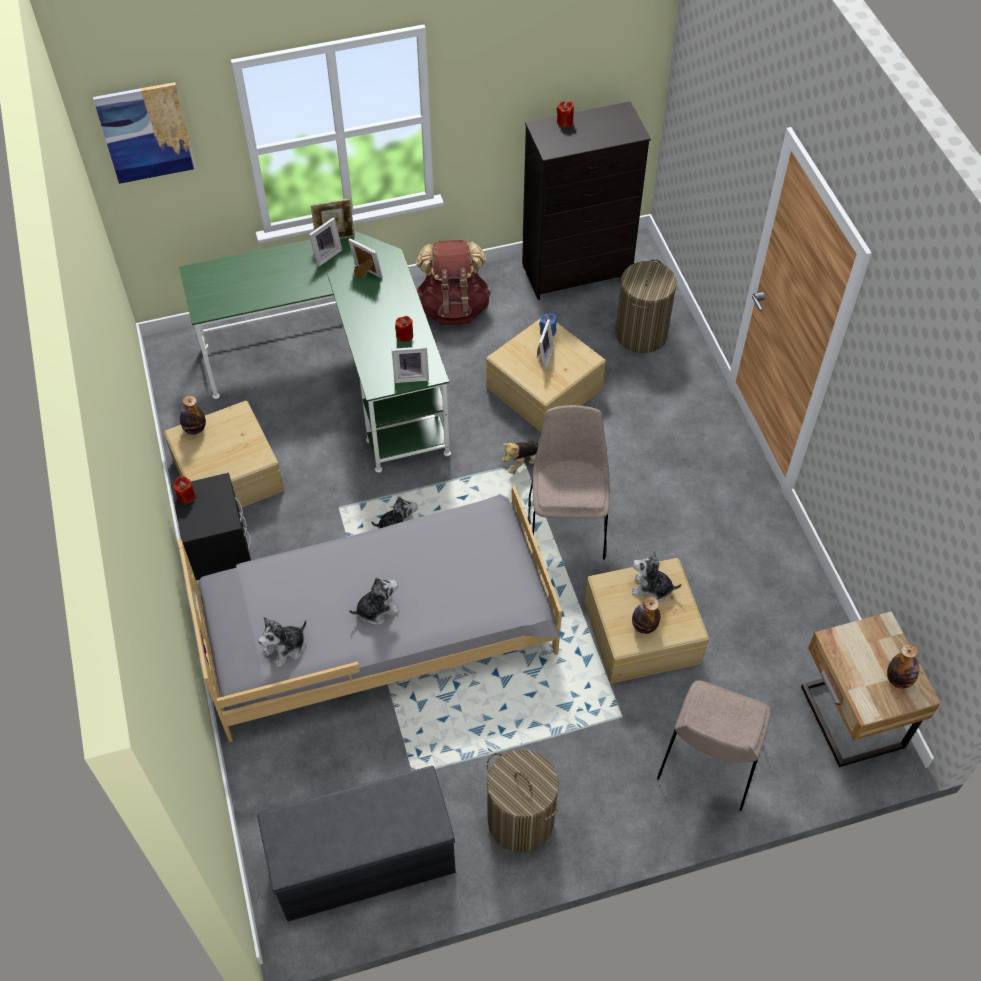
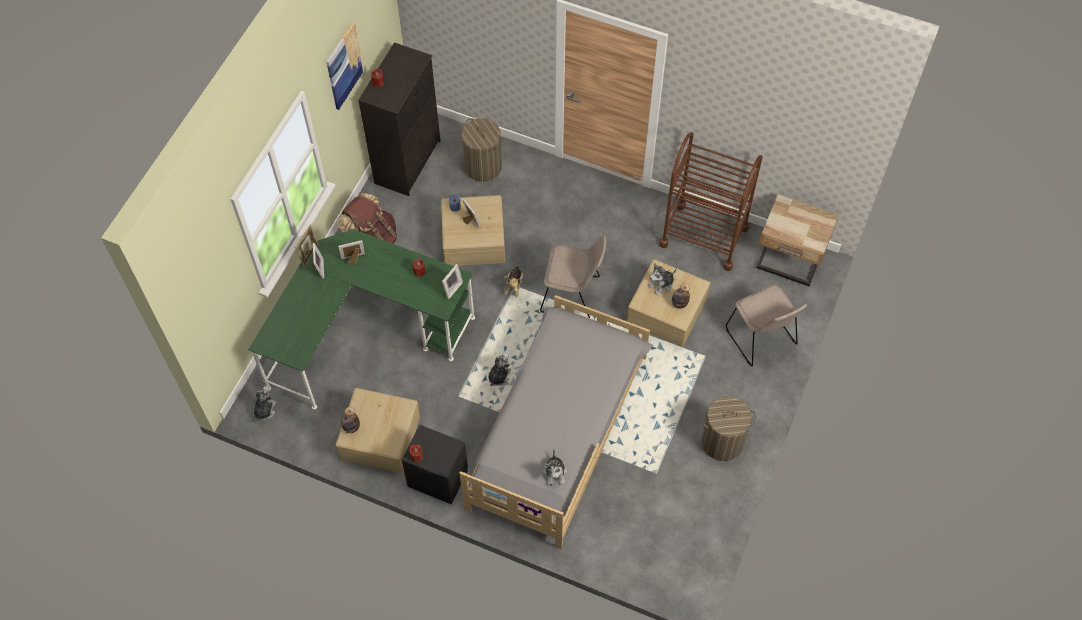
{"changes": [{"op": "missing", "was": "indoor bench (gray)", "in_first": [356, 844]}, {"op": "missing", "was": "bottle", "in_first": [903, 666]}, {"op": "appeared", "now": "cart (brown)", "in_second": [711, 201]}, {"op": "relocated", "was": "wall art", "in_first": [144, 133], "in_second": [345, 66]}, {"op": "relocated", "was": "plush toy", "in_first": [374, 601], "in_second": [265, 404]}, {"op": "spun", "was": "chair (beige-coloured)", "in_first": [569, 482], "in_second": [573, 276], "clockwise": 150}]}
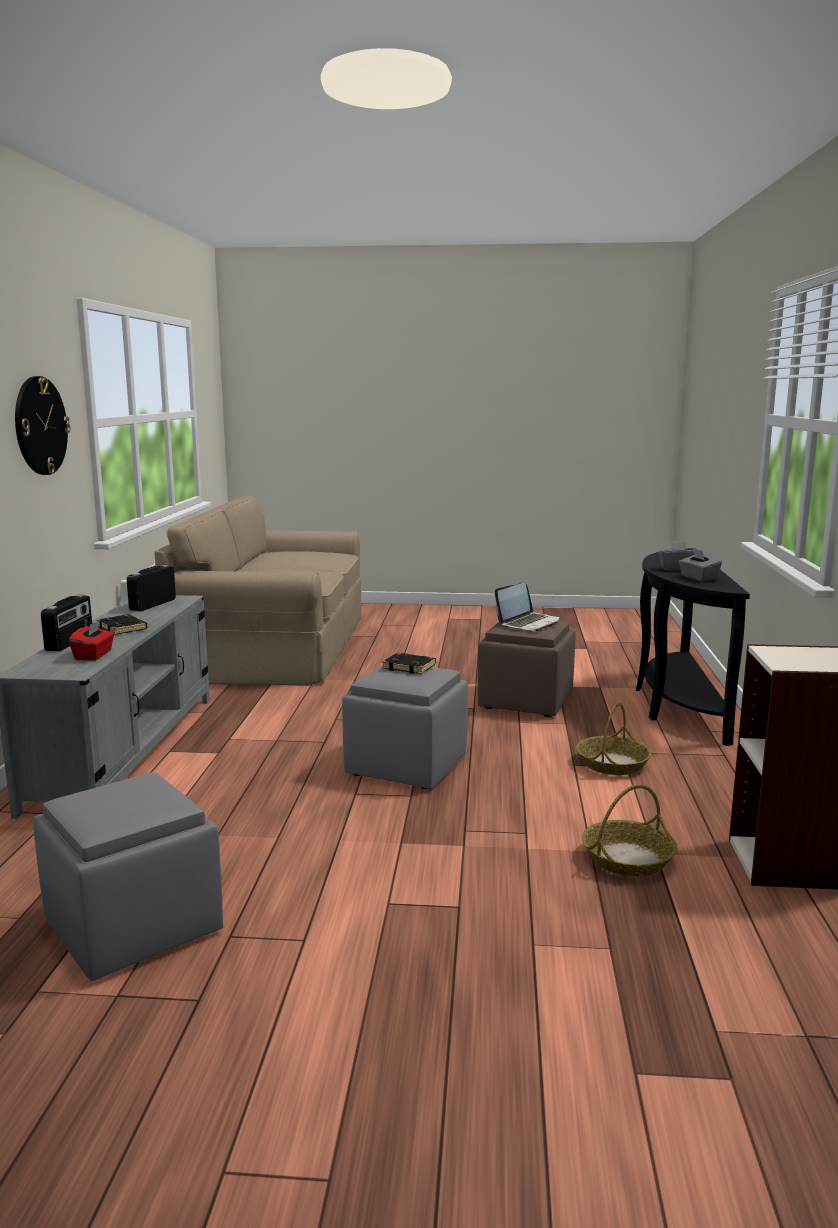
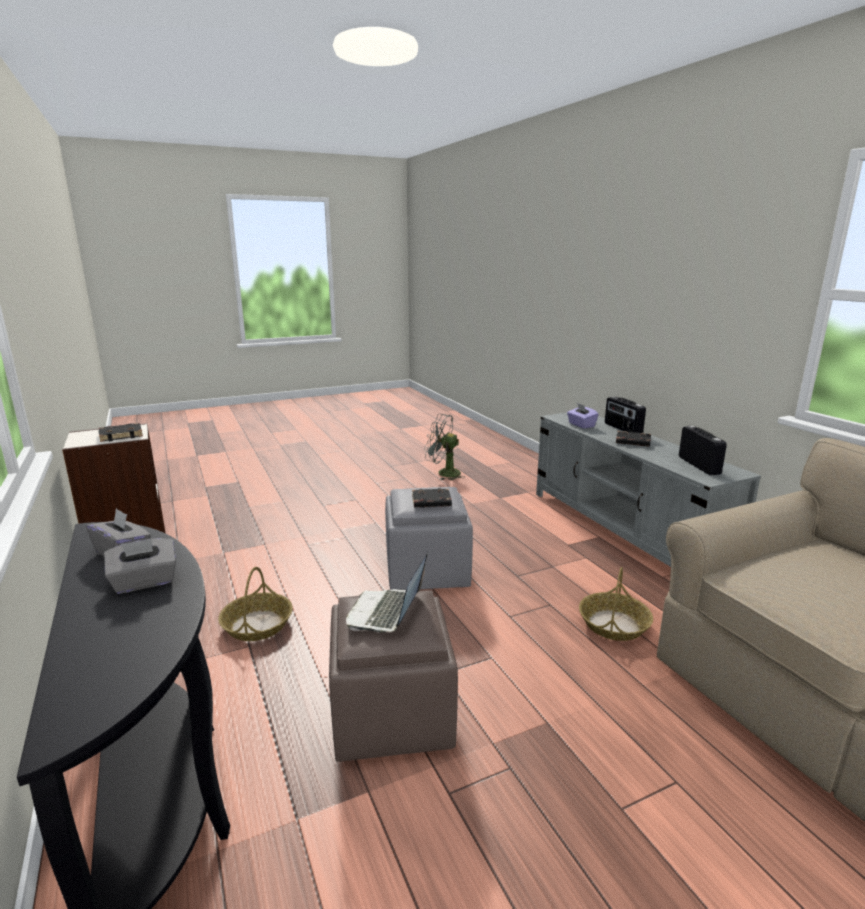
{"changes": [{"op": "missing", "was": "hanging clock", "in_first": [42, 425]}, {"op": "appeared", "now": "book (black)", "in_second": [121, 432]}, {"op": "relocated", "was": "basket", "in_first": [629, 830], "in_second": [616, 604]}, {"op": "exchanged", "was": "ottoman (gray)", "now": "electric fan (gray)", "in_first": [128, 876], "in_second": [444, 447]}, {"op": "colour", "was": "tissue box (red)", "now": "tissue box (purplish)", "in_first": [91, 640], "in_second": [583, 415]}]}
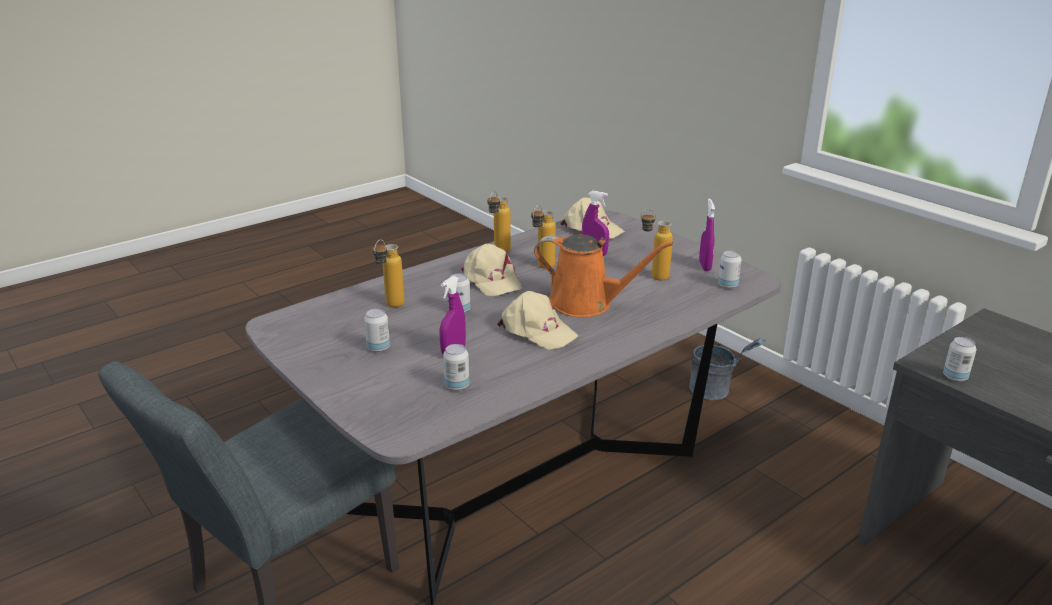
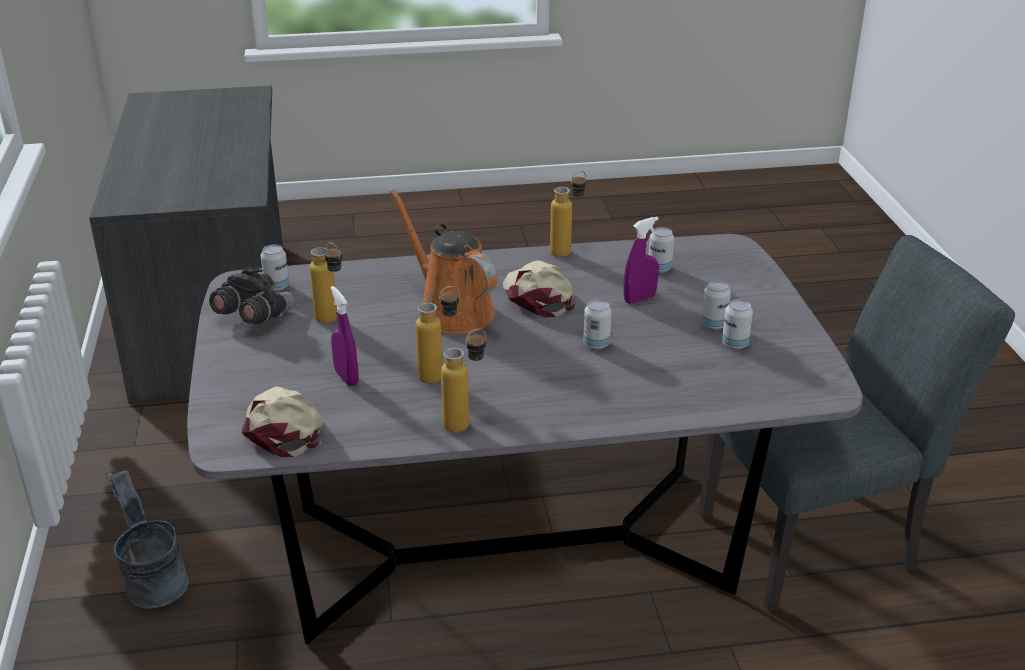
{"changes": [{"op": "missing", "was": "cap (beige-coloured)", "in_first": [491, 270]}, {"op": "relocated", "was": "bottle", "in_first": [389, 273], "in_second": [568, 214]}, {"op": "relocated", "was": "metal can", "in_first": [960, 359], "in_second": [737, 324]}, {"op": "exchanged", "was": "spray bottle (purplish)", "now": "binoculars (gray)", "in_first": [707, 235], "in_second": [252, 295]}]}
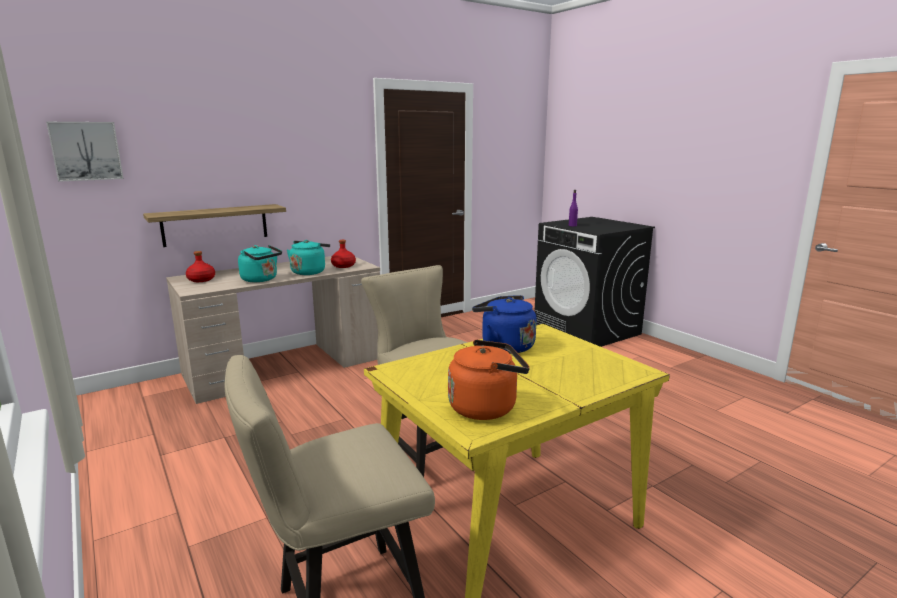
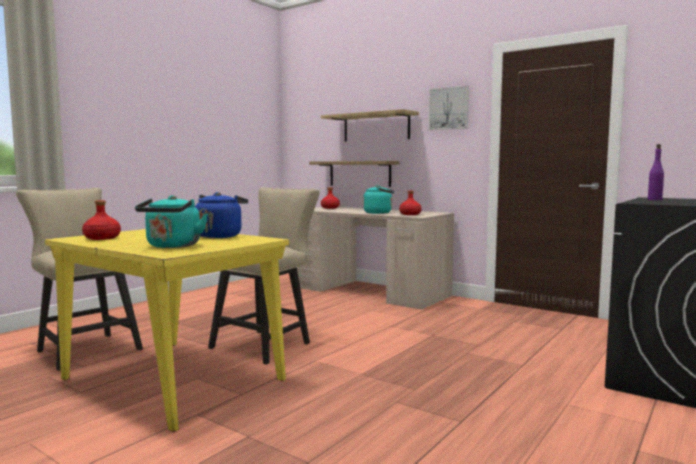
{"changes": [{"op": "appeared", "now": "shelf", "in_second": [370, 125]}, {"op": "relocated", "was": "wall art", "in_first": [85, 152], "in_second": [449, 108]}, {"op": "relocated", "was": "water kettle (blue-green)", "in_first": [260, 263], "in_second": [171, 221]}, {"op": "exchanged", "was": "water kettle (orangey)", "now": "bottle (red)", "in_first": [489, 380], "in_second": [101, 220]}]}
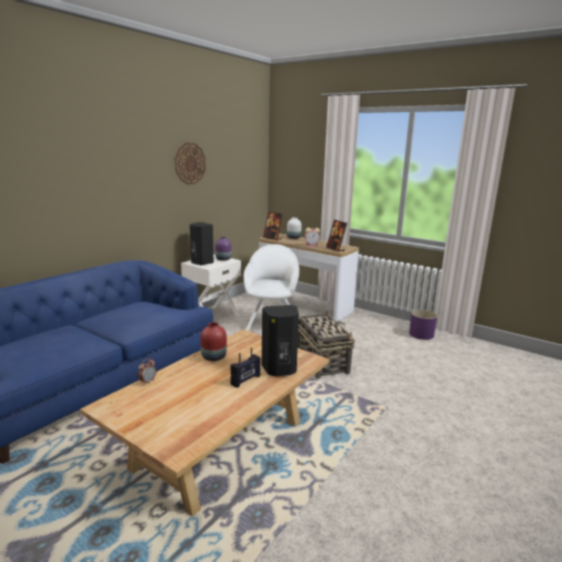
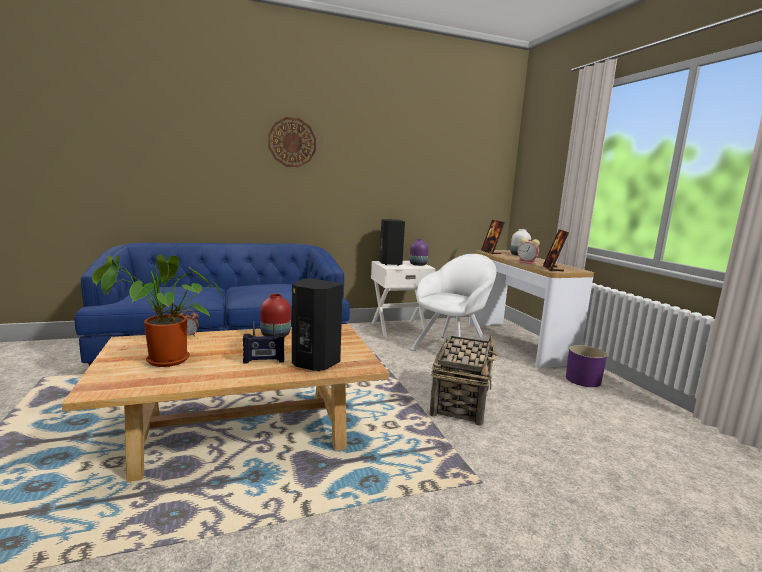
{"changes": [{"op": "appeared", "now": "plant in a pot", "in_second": [157, 311]}, {"op": "relocated", "was": "hanging clock", "in_first": [190, 164], "in_second": [292, 142]}, {"op": "relocated", "was": "flower pot (purplish)", "in_first": [423, 325], "in_second": [586, 366]}]}
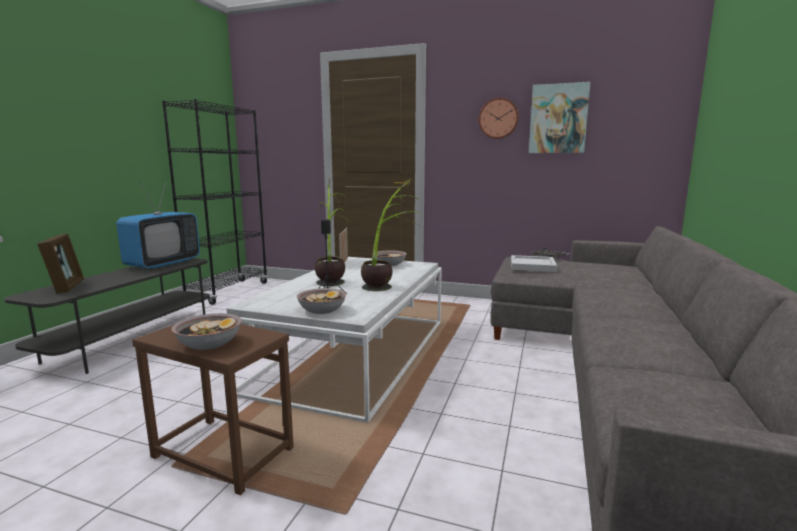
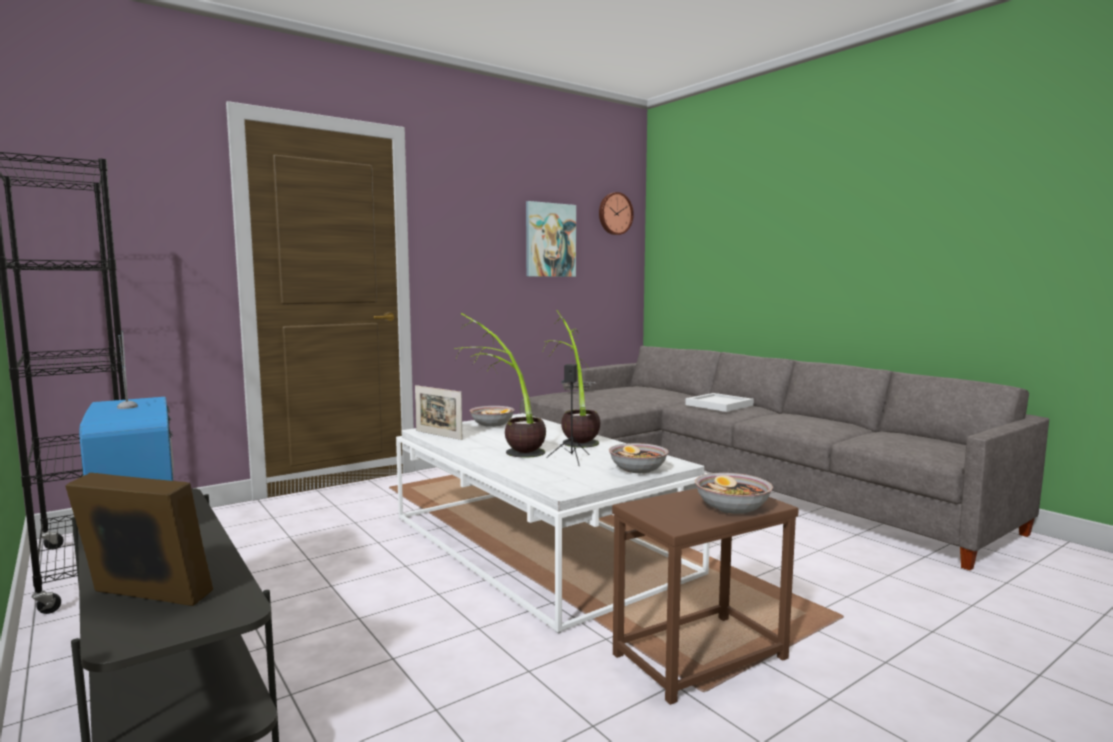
{"changes": [{"op": "relocated", "was": "hanging clock", "in_first": [499, 118], "in_second": [616, 213]}, {"op": "relocated", "was": "carrying tray (white)", "in_first": [534, 263], "in_second": [719, 402]}]}
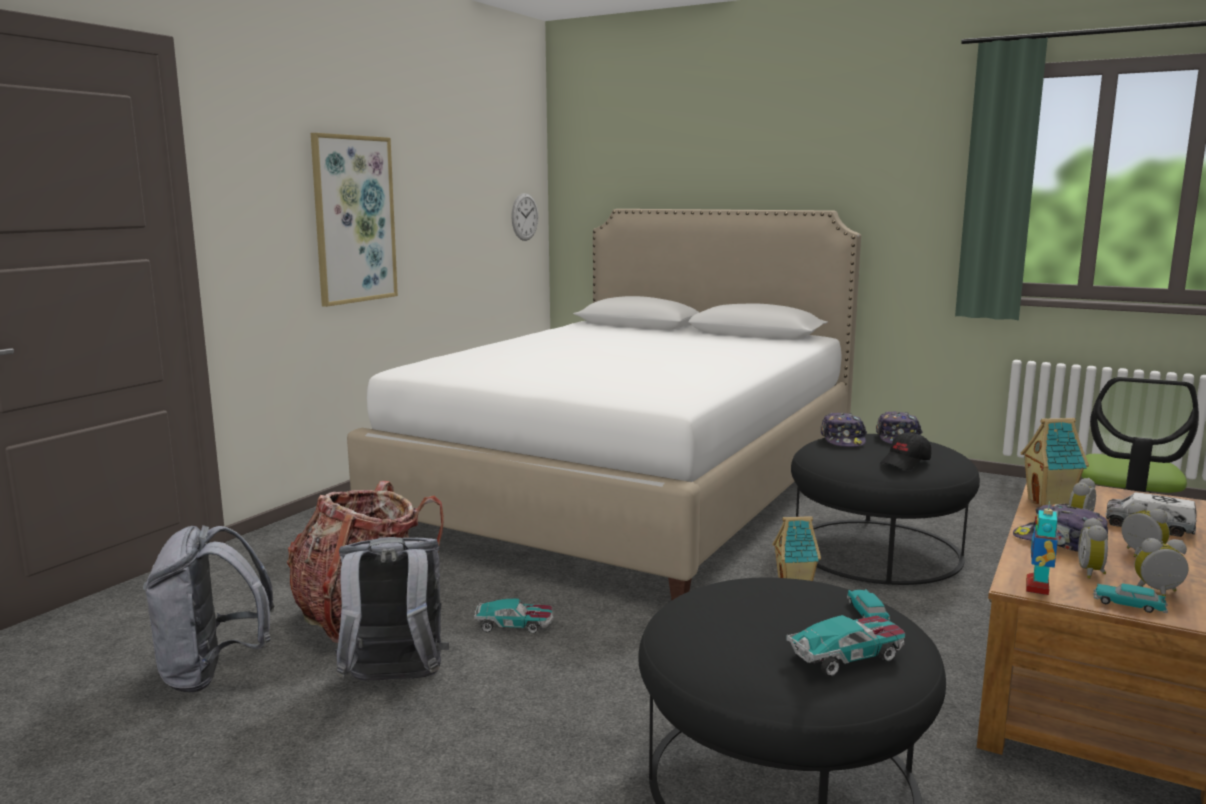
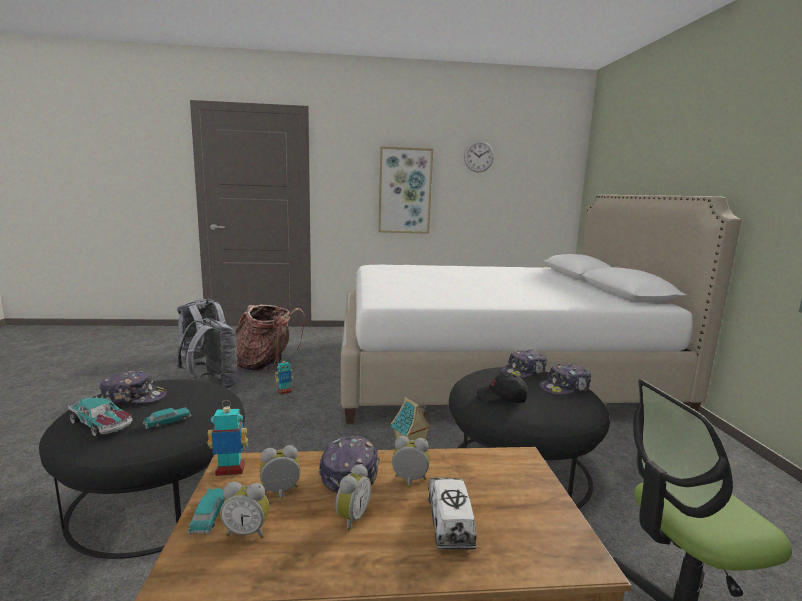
{"changes": [{"op": "missing", "was": "toy house", "in_first": [1055, 462]}, {"op": "appeared", "now": "cap", "in_second": [133, 387]}, {"op": "relocated", "was": "hanging clock", "in_first": [524, 217], "in_second": [479, 156]}, {"op": "exchanged", "was": "miniature car", "now": "model robot", "in_first": [514, 616], "in_second": [284, 378]}, {"op": "spun", "was": "table clock", "in_first": [1161, 567], "in_second": [244, 510], "clockwise": 120}]}
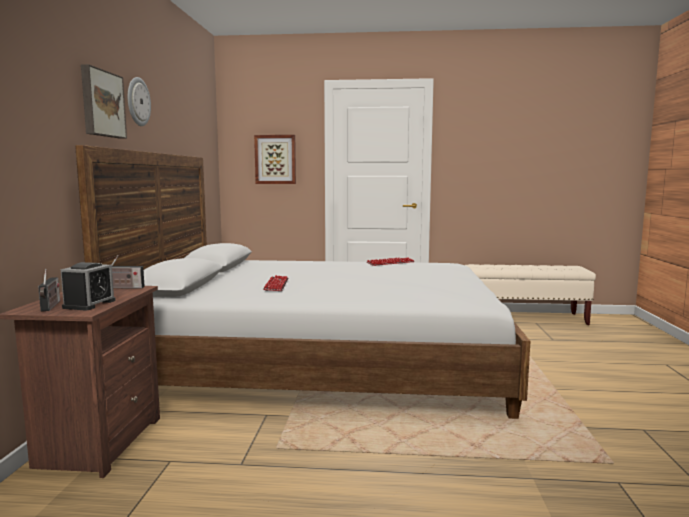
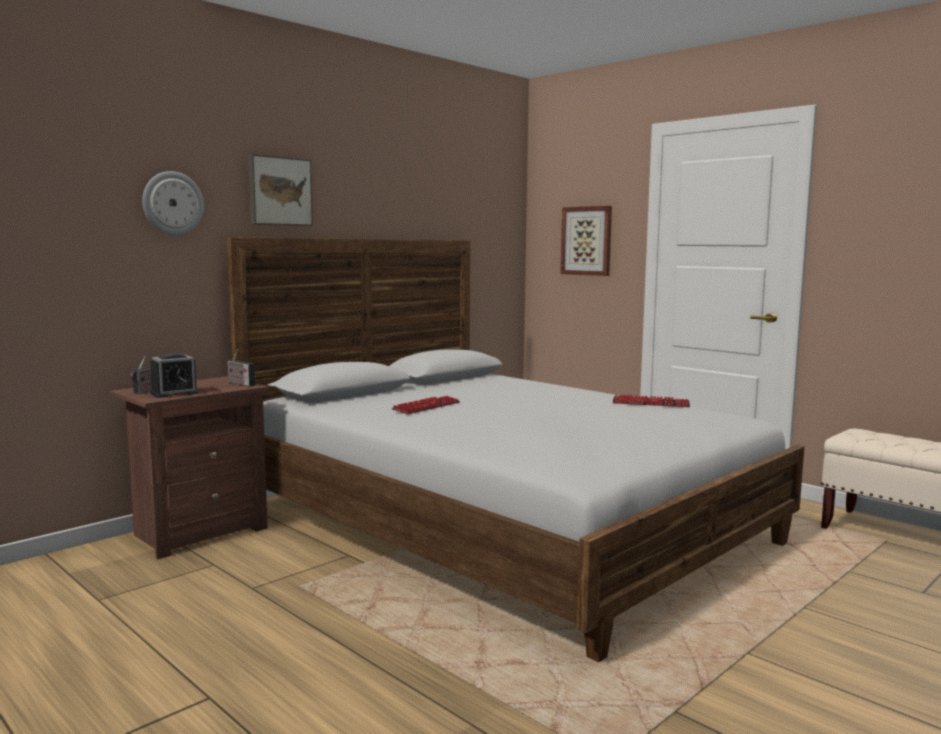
{"changes": [{"op": "relocated", "was": "hanging clock", "in_first": [139, 101], "in_second": [173, 203]}]}
